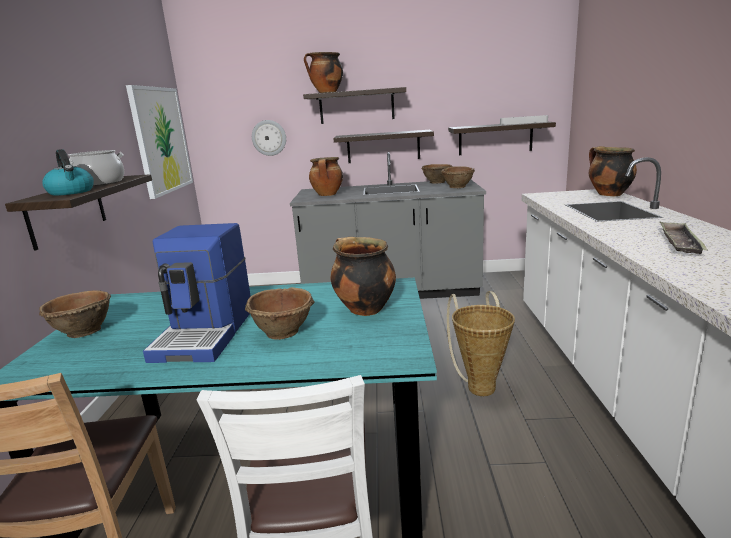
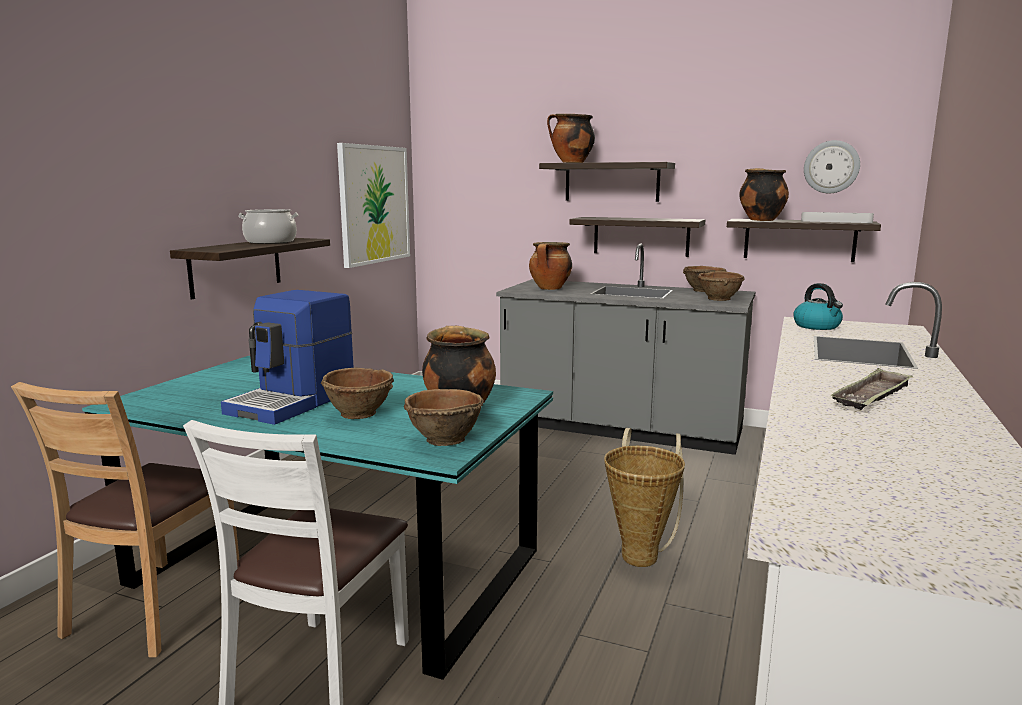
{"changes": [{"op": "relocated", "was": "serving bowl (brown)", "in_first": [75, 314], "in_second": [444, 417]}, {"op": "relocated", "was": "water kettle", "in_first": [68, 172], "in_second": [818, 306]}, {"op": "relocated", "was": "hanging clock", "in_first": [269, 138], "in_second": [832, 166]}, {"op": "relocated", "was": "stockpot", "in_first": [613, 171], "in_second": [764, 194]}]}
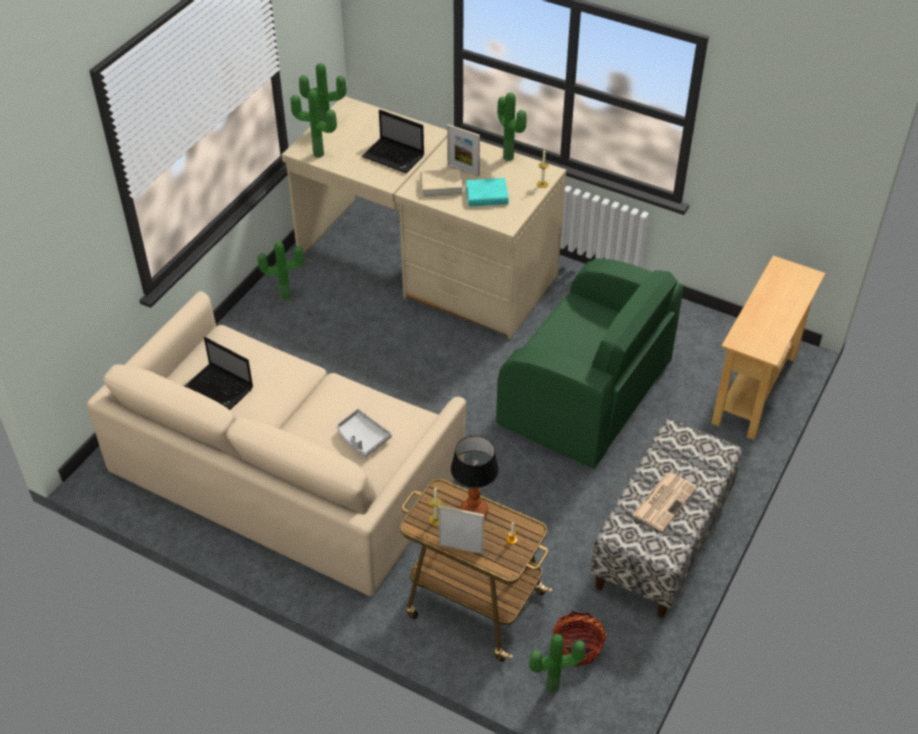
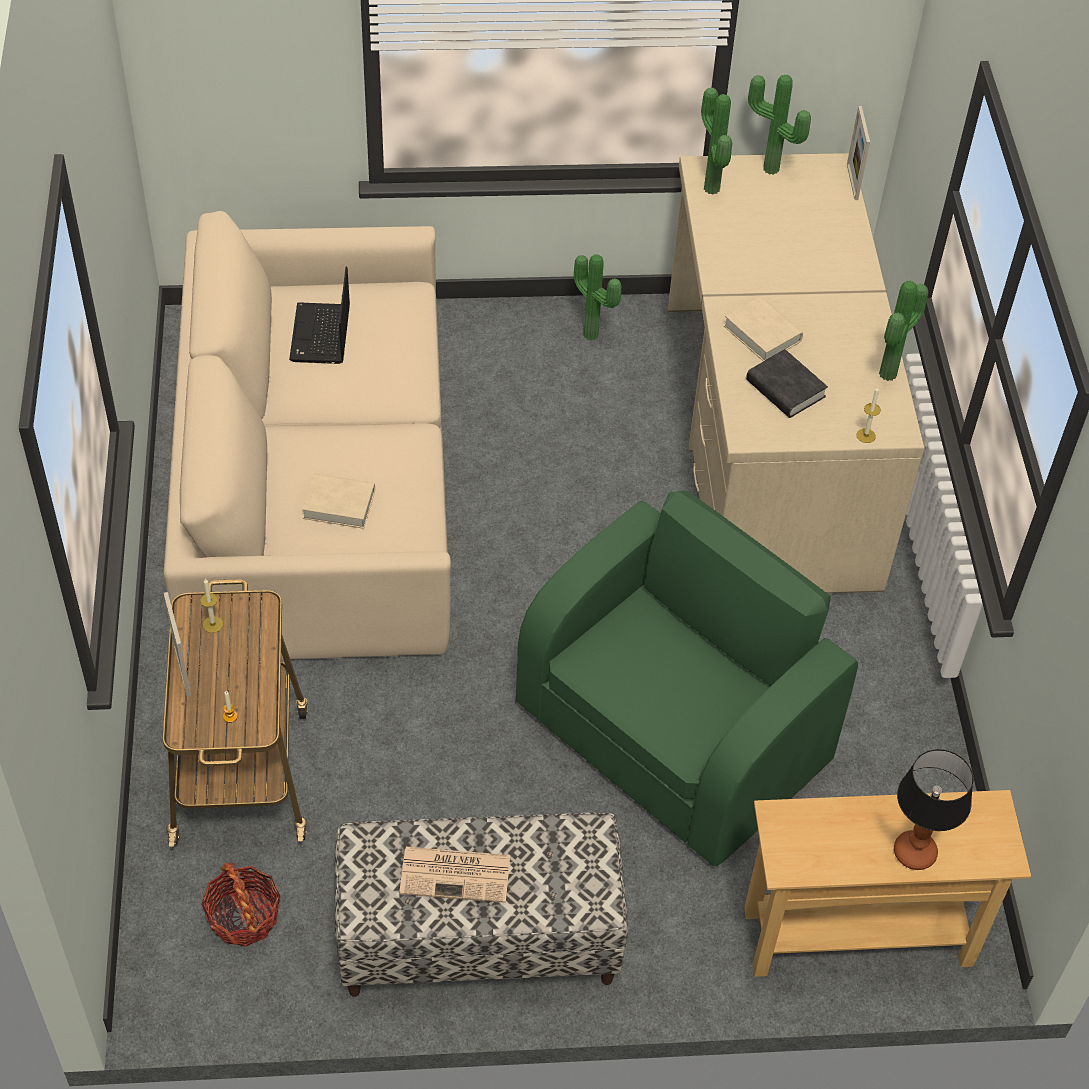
{"changes": [{"op": "missing", "was": "portable computer", "in_first": [393, 141]}, {"op": "missing", "was": "plant in a pot", "in_first": [557, 663]}, {"op": "relocated", "was": "photo frame", "in_first": [463, 150], "in_second": [858, 153]}, {"op": "relocated", "was": "table lamp", "in_first": [475, 477], "in_second": [933, 809]}, {"op": "exchanged", "was": "carrying tray (gray)", "now": "book (beige-coloured)", "in_first": [364, 433], "in_second": [338, 501]}, {"op": "colour", "was": "book (blue-green)", "now": "book (black)", "in_first": [487, 192], "in_second": [787, 383]}, {"op": "spun", "was": "easy chair (greenish)", "in_first": [589, 363], "in_second": [687, 678], "clockwise": -135}]}
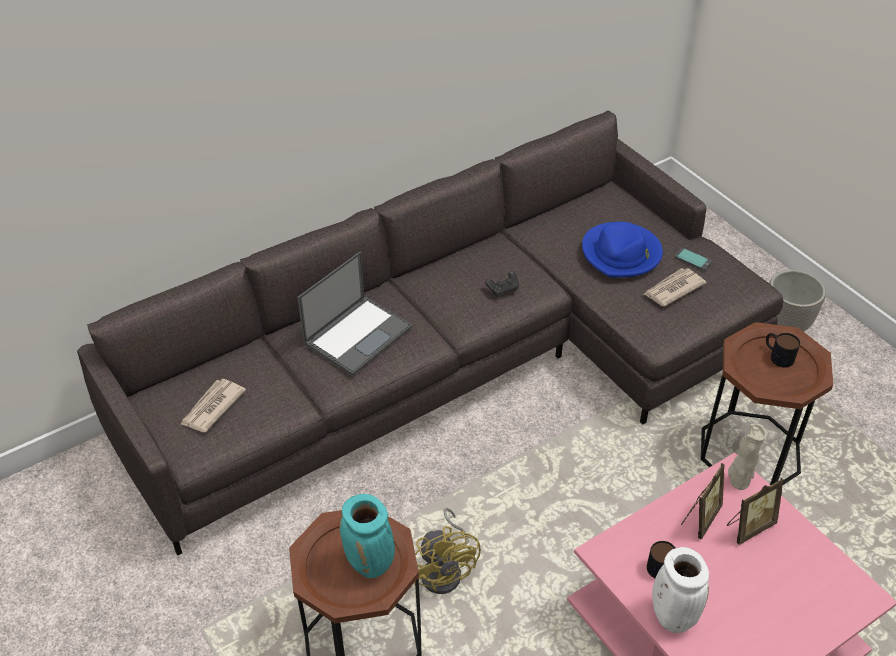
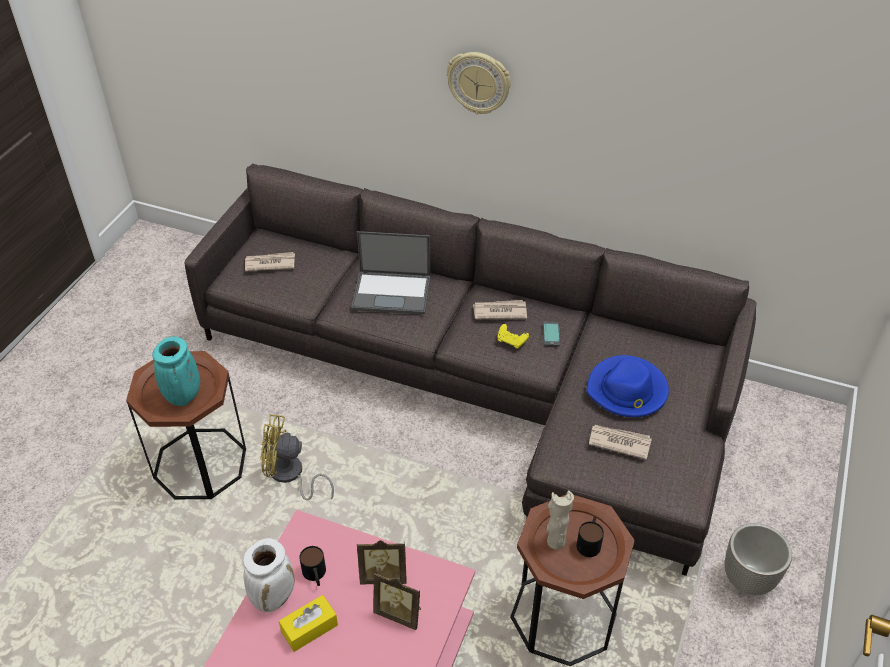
{"changes": [{"op": "appeared", "now": "tissue box (yellowish)", "in_second": [308, 623]}, {"op": "appeared", "now": "hanging clock", "in_second": [478, 83]}, {"op": "appeared", "now": "printed paper", "in_second": [500, 309]}, {"op": "relocated", "was": "phone", "in_first": [693, 259], "in_second": [551, 334]}, {"op": "relocated", "was": "vase (beige-coloured)", "in_first": [747, 456], "in_second": [560, 520]}, {"op": "colour", "was": "gamepad (black)", "now": "gamepad (yellowish)", "in_first": [502, 284], "in_second": [513, 336]}, {"op": "spun", "was": "electric fan (yellowish)", "in_first": [447, 551], "in_second": [297, 457], "clockwise": 60}]}
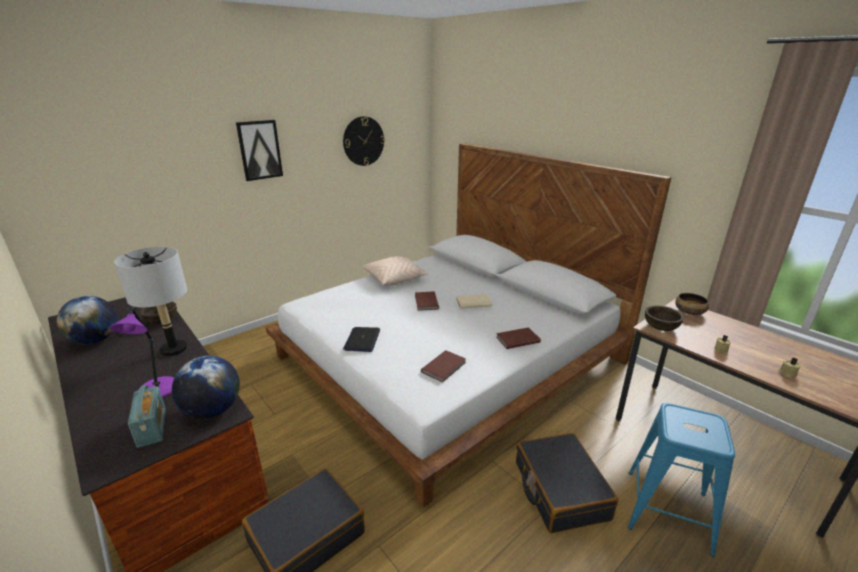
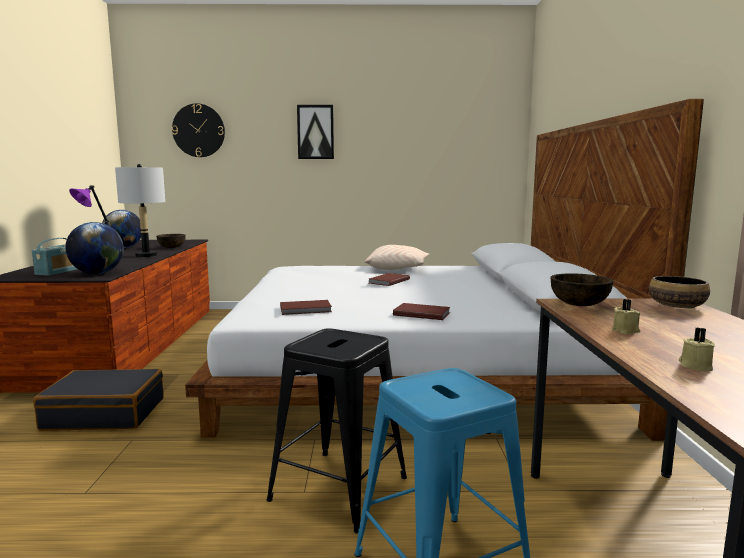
{"changes": [{"op": "missing", "was": "portable computer", "in_first": [361, 339]}, {"op": "missing", "was": "book (beige-coloured)", "in_first": [474, 301]}, {"op": "relocated", "was": "hanging clock", "in_first": [364, 141], "in_second": [198, 130]}, {"op": "exchanged", "was": "piece of luggage (black)", "now": "stool seat (black)", "in_first": [567, 483], "in_second": [336, 430]}]}
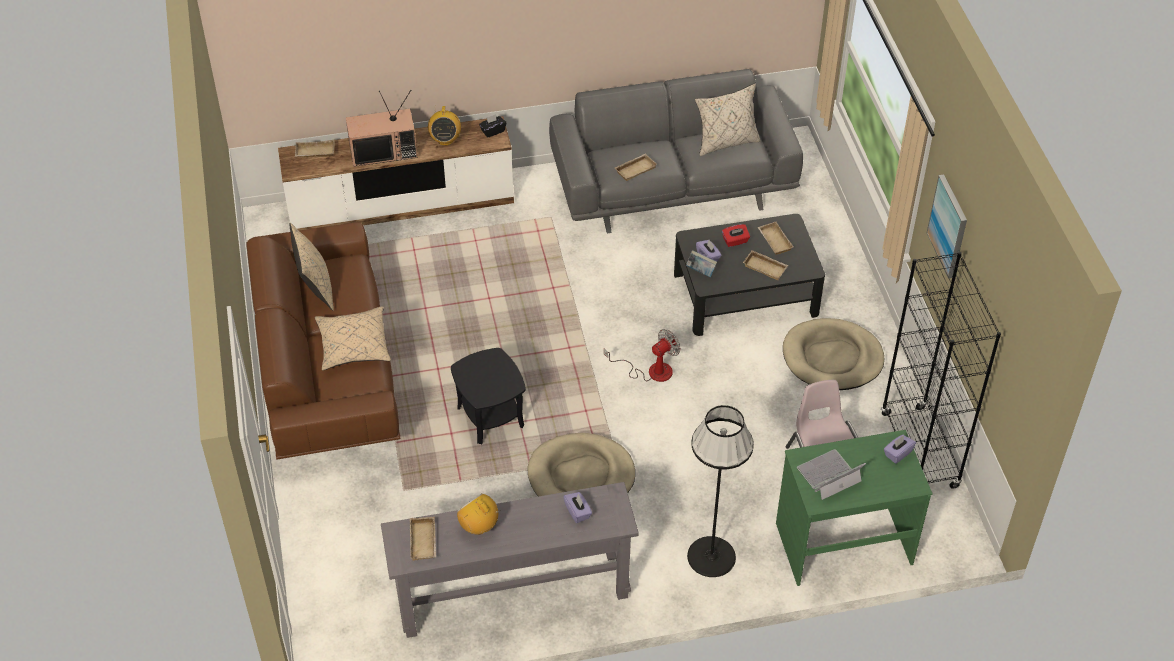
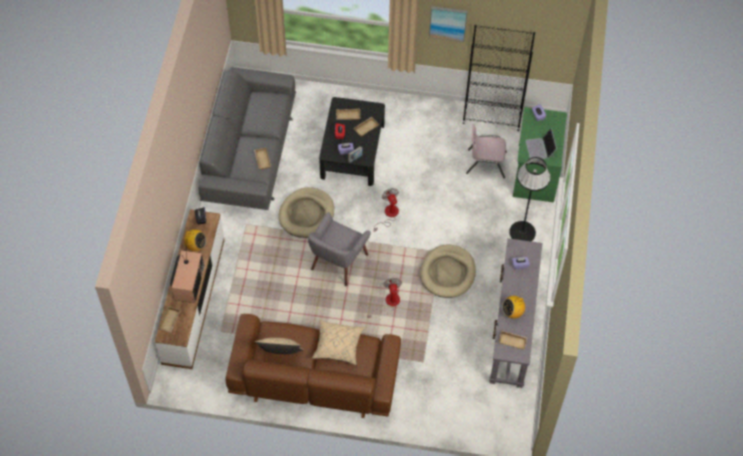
{"changes": [{"op": "missing", "was": "cushion (beige-coloured)", "in_first": [728, 120]}, {"op": "appeared", "now": "easy chair (gray)", "in_second": [339, 249]}, {"op": "relocated", "was": "dog cushion (beige-coloured)", "in_first": [833, 354], "in_second": [306, 212]}, {"op": "exchanged", "was": "side table (black)", "now": "electric fan", "in_first": [488, 396], "in_second": [384, 298]}]}
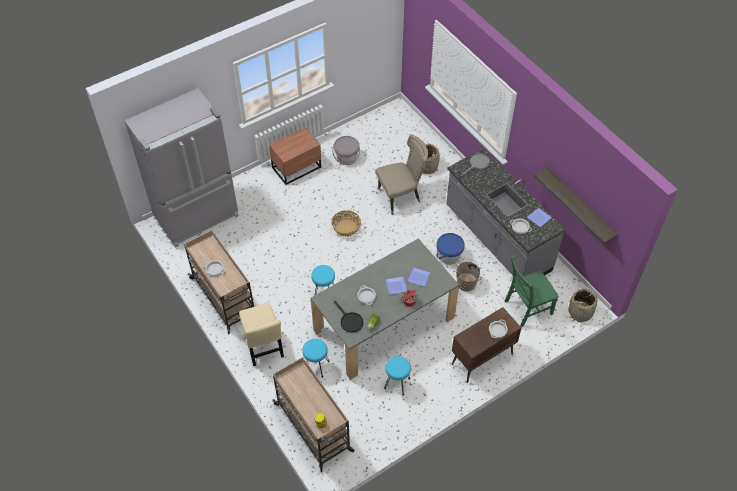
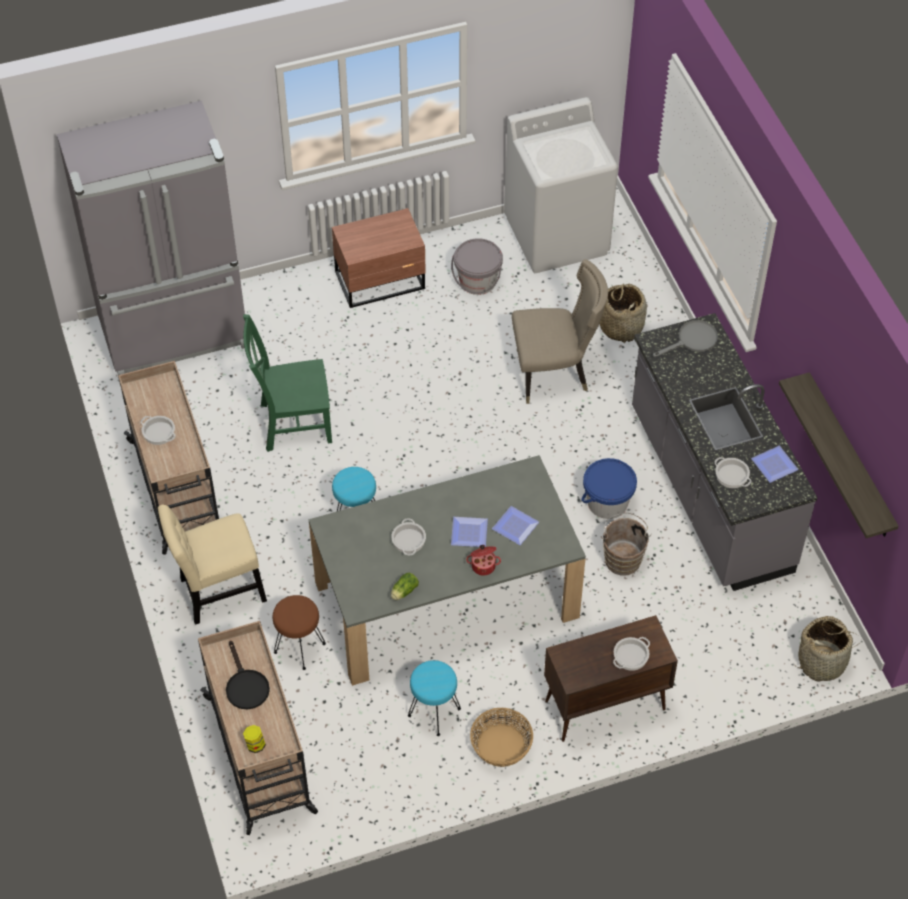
{"changes": [{"op": "appeared", "now": "laundry machine (white)", "in_second": [561, 185]}, {"op": "relocated", "was": "basket", "in_first": [346, 223], "in_second": [501, 737]}, {"op": "relocated", "was": "skillet (black)", "in_first": [348, 316], "in_second": [248, 675]}, {"op": "relocated", "was": "chair (greenish)", "in_first": [532, 292], "in_second": [287, 383]}, {"op": "colour", "was": "stool seat (blue-green)", "now": "stool seat (brown)", "in_first": [315, 358], "in_second": [299, 632]}, {"op": "spun", "was": "chair (beige-coloured)", "in_first": [261, 334], "in_second": [212, 565], "clockwise": 75}]}
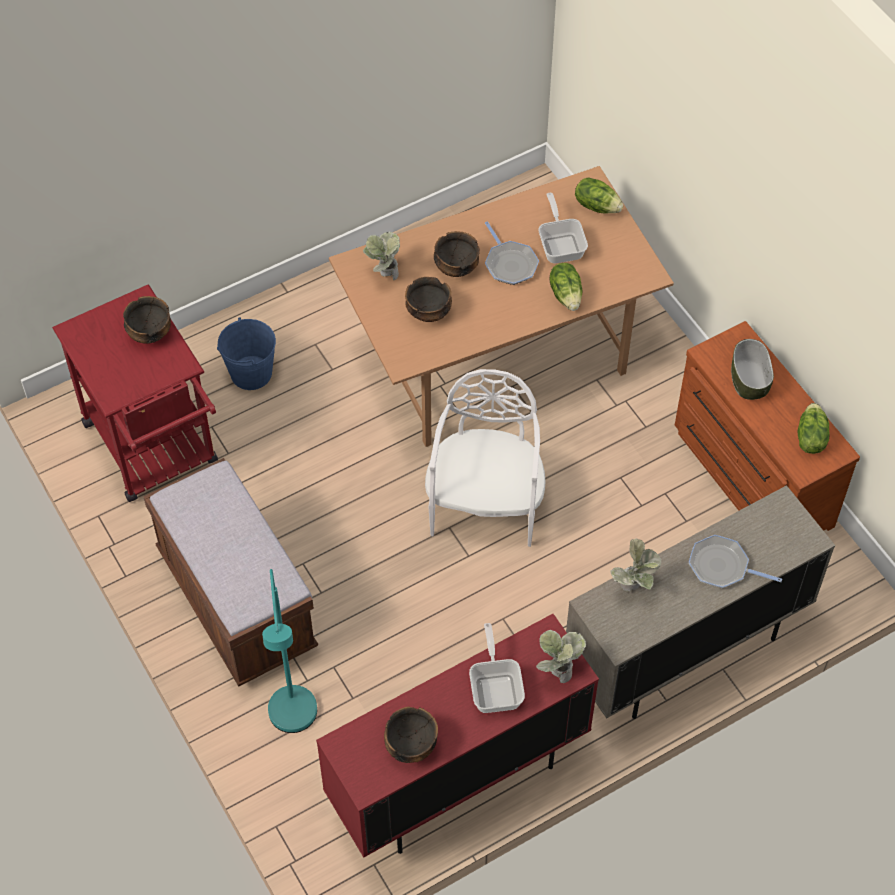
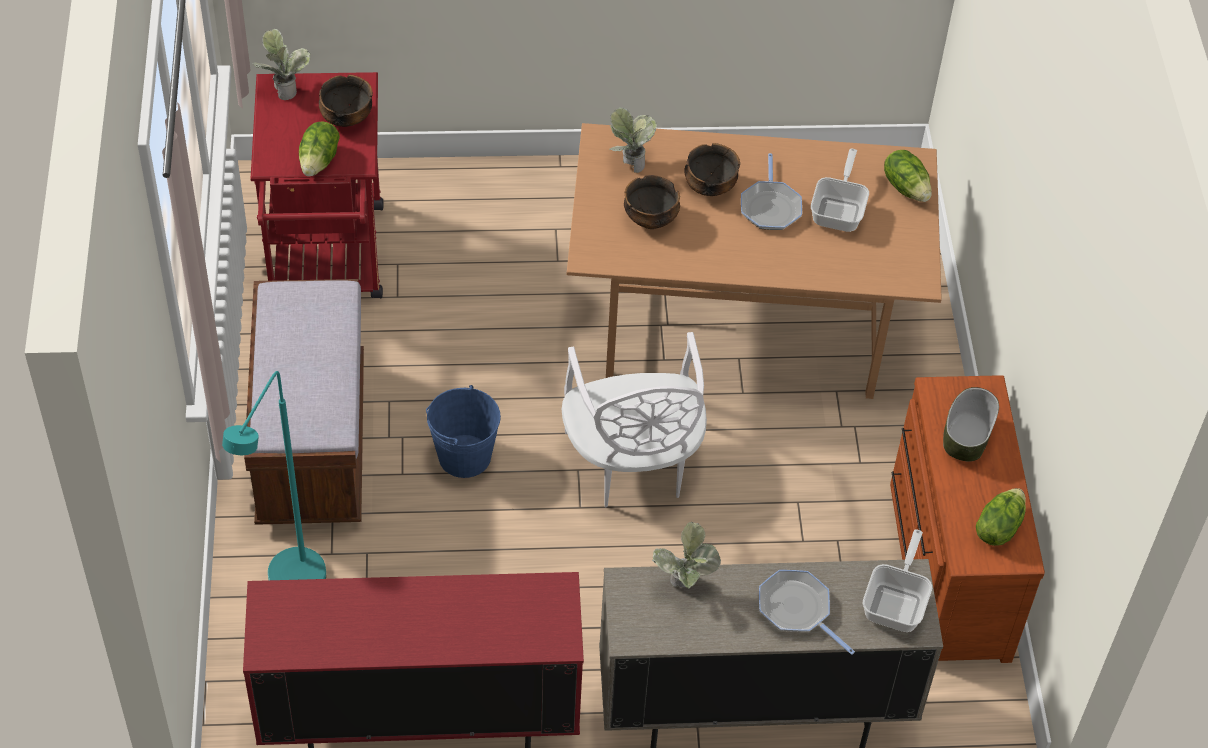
{"changes": [{"op": "missing", "was": "serving bowl", "in_first": [411, 734]}, {"op": "relocated", "was": "bucket (bluish)", "in_first": [246, 354], "in_second": [463, 431]}, {"op": "relocated", "was": "skillet", "in_first": [497, 668], "in_second": [897, 580]}, {"op": "relocated", "was": "plant in a pot", "in_first": [561, 656], "in_second": [281, 64]}, {"op": "relocated", "was": "lettuce", "in_first": [565, 287], "in_second": [319, 149]}, {"op": "spun", "was": "chair (white)", "in_first": [485, 458], "in_second": [634, 419], "clockwise": 135}]}
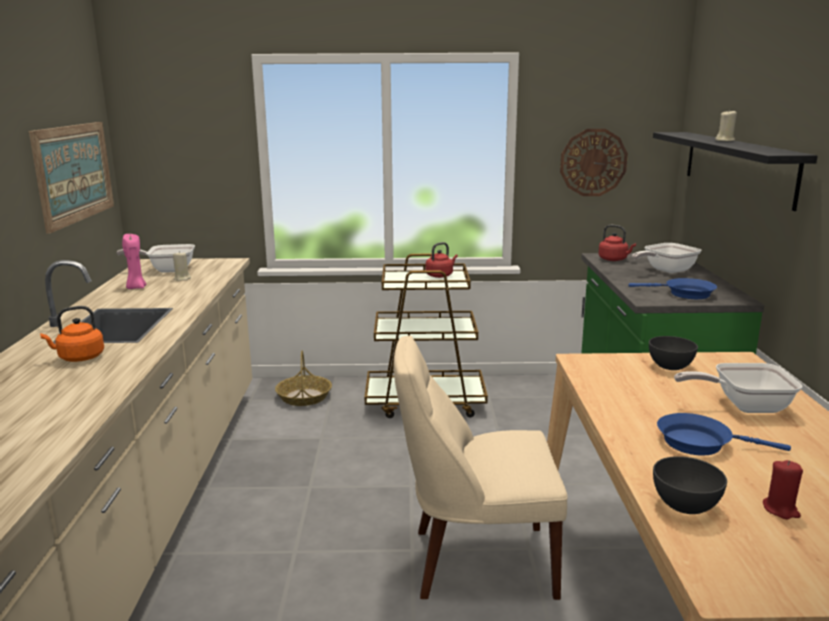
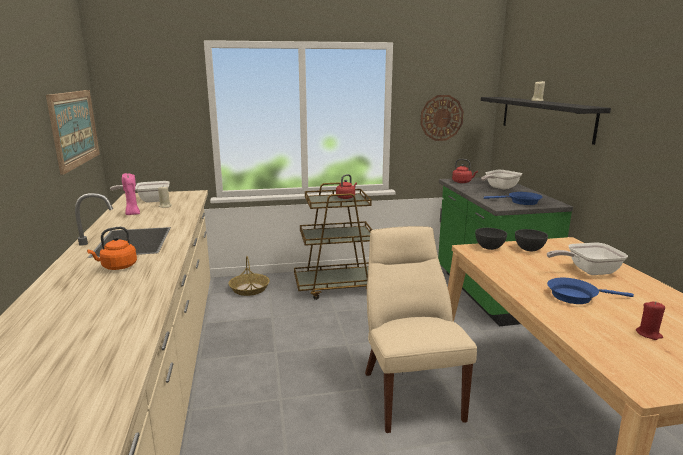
{"changes": [{"op": "relocated", "was": "serving bowl (gray)", "in_first": [690, 485], "in_second": [491, 239]}, {"op": "spun", "was": "chair (beige-coloured)", "in_first": [480, 467], "in_second": [421, 329], "clockwise": 90}]}
